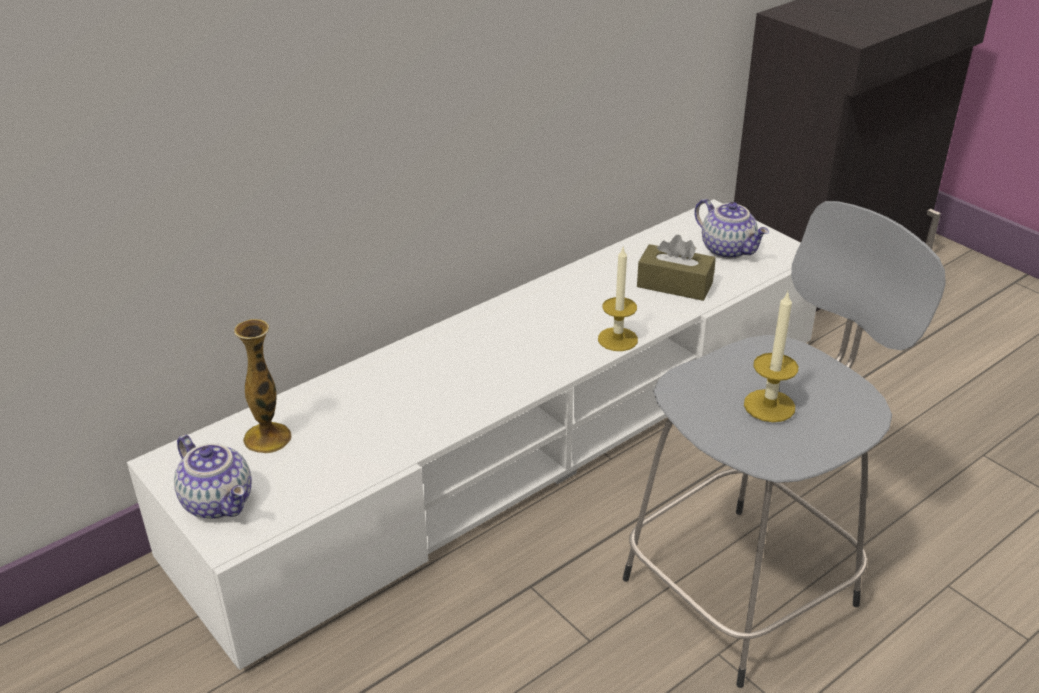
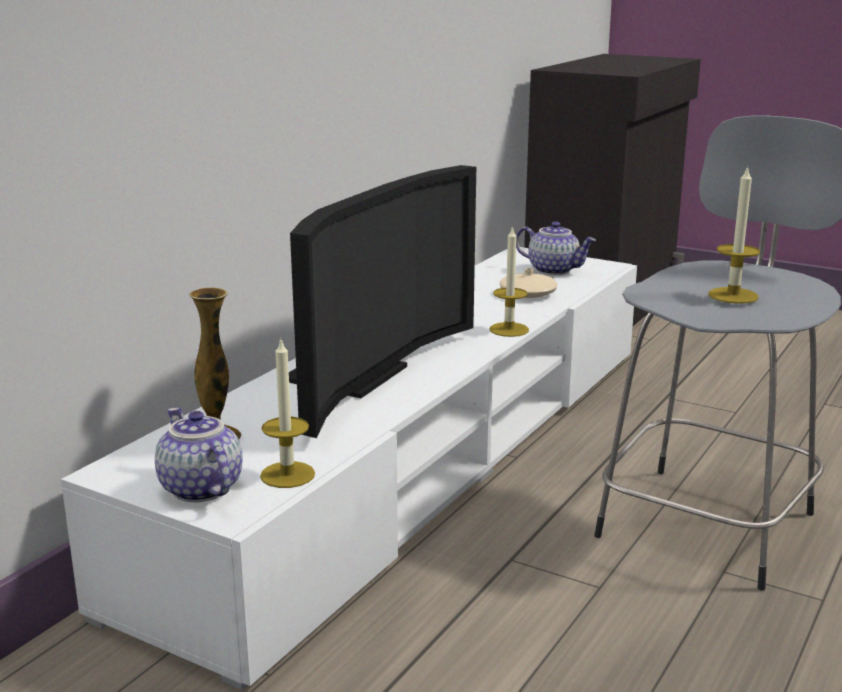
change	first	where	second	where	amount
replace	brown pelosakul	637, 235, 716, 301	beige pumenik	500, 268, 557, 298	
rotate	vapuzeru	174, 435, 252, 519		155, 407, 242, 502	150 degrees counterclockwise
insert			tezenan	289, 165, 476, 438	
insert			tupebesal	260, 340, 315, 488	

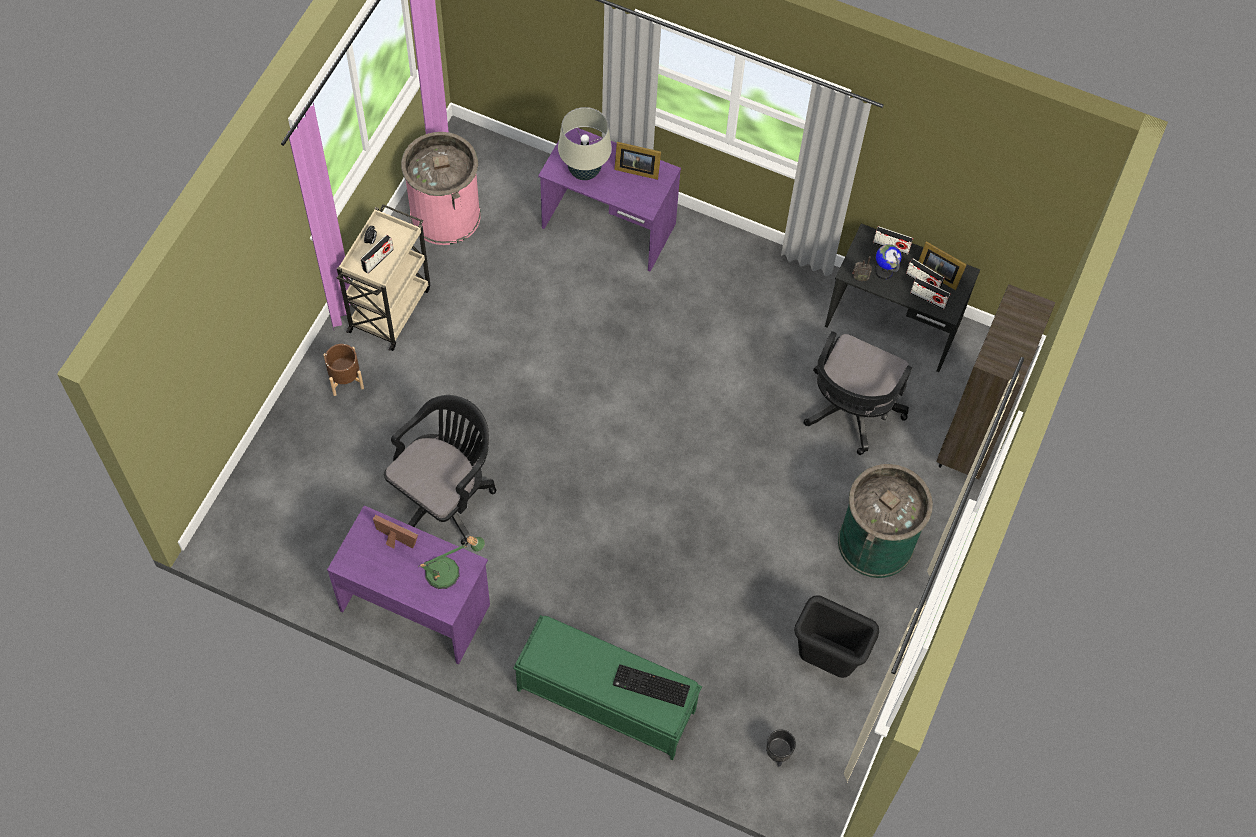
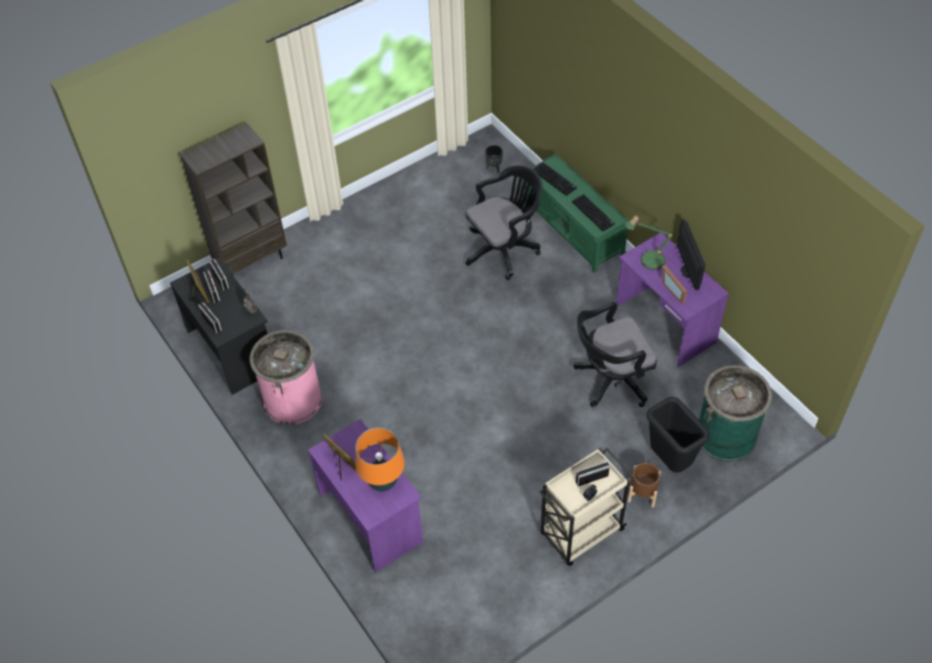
change	first	where	second	where	amount
recolor	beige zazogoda	558, 107, 612, 180	orange zazogoda	355, 428, 405, 492	
move	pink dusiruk	401, 132, 481, 245		250, 330, 322, 425	
delete	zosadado	875, 244, 901, 279			
move	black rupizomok	804, 331, 912, 455		466, 164, 542, 280	
move	green dusiruk	838, 464, 933, 578		699, 365, 772, 462	
move	black dusiruk	794, 595, 879, 678		646, 397, 710, 473	
insert			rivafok	572, 194, 615, 231	
insert			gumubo	677, 219, 705, 290	

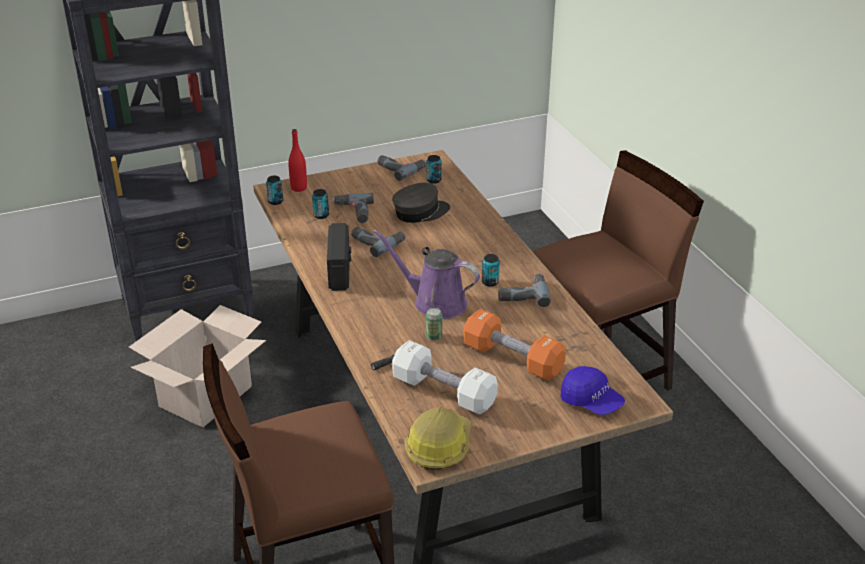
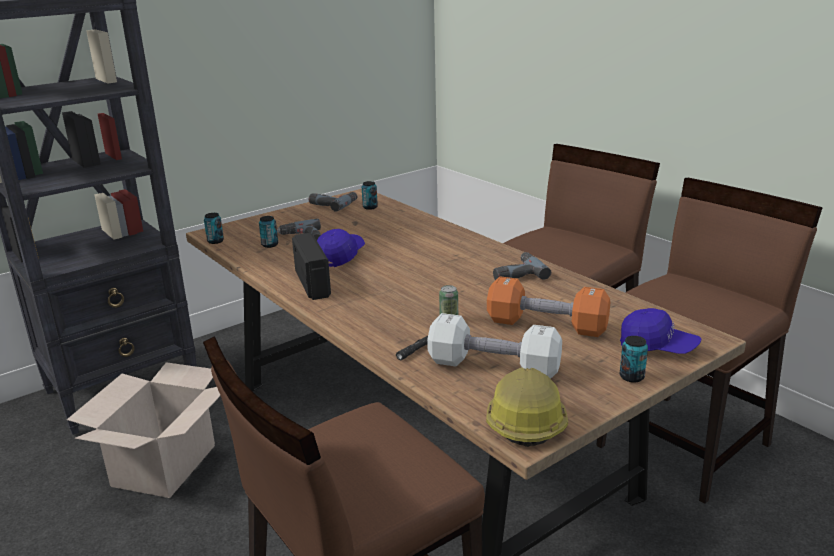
change	first	where	second	where	amount
delete	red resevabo	288, 129, 307, 192			
delete	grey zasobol	392, 183, 450, 223			
replace	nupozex	351, 227, 406, 257	blue zasobol	317, 229, 365, 267	
delete	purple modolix	373, 229, 480, 319			
move	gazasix	482, 254, 500, 287		620, 336, 648, 383	
insert			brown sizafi	596, 178, 823, 504	

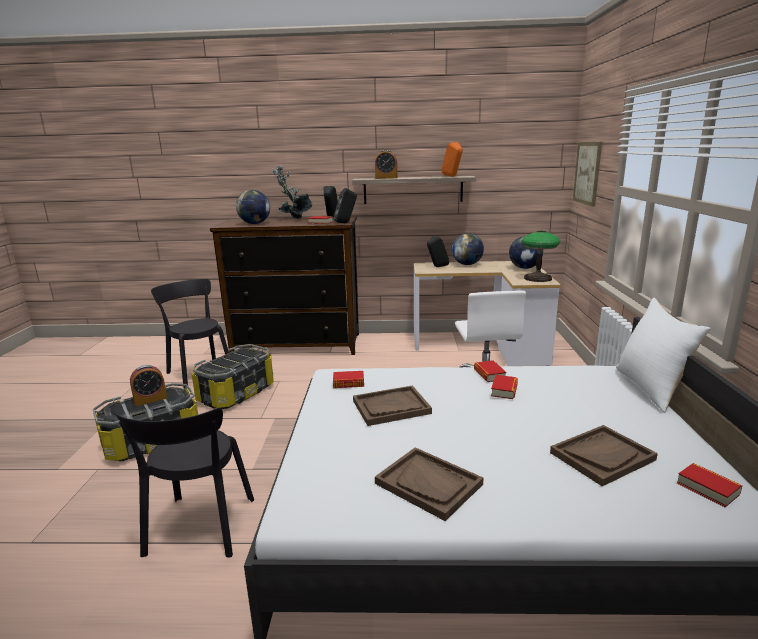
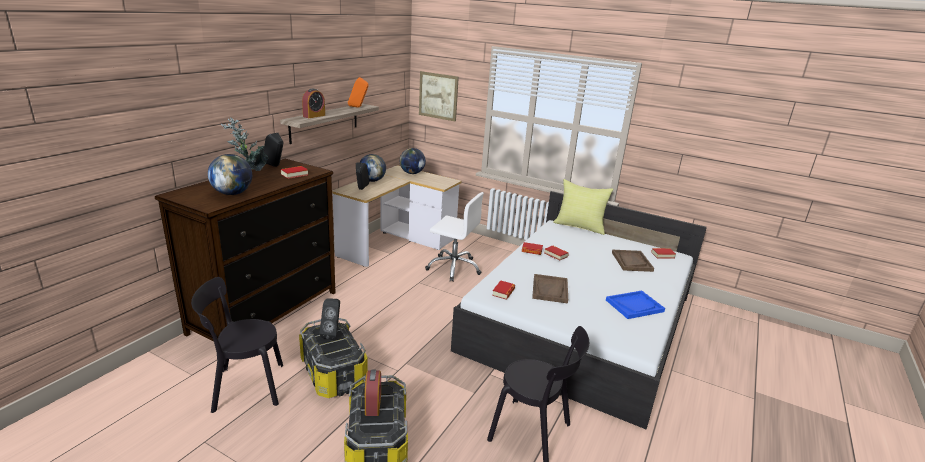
change	first	where	second	where	amount
move	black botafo	334, 188, 357, 223		319, 298, 340, 340	
delete	zazogoda	522, 231, 560, 282			
recolor	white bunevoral	616, 298, 711, 413	yellow bunevoral	553, 179, 614, 235	
recolor	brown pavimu	375, 447, 483, 521	blue pavimu	606, 291, 665, 319	

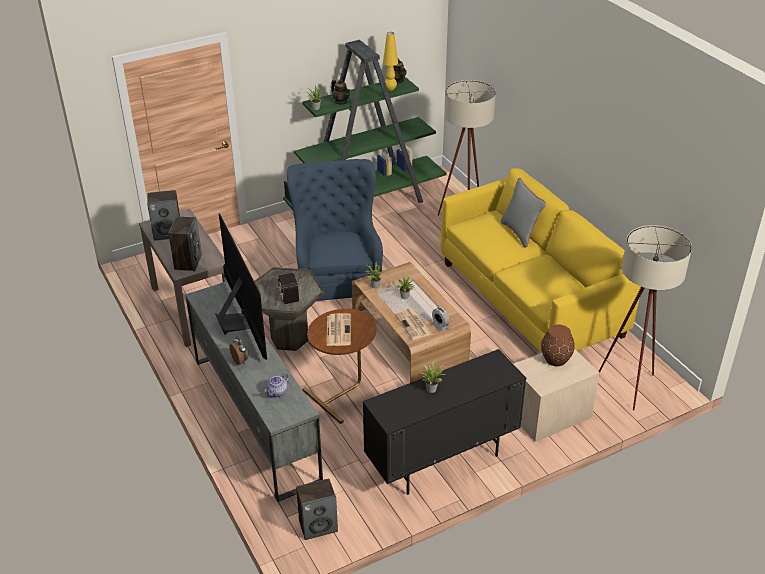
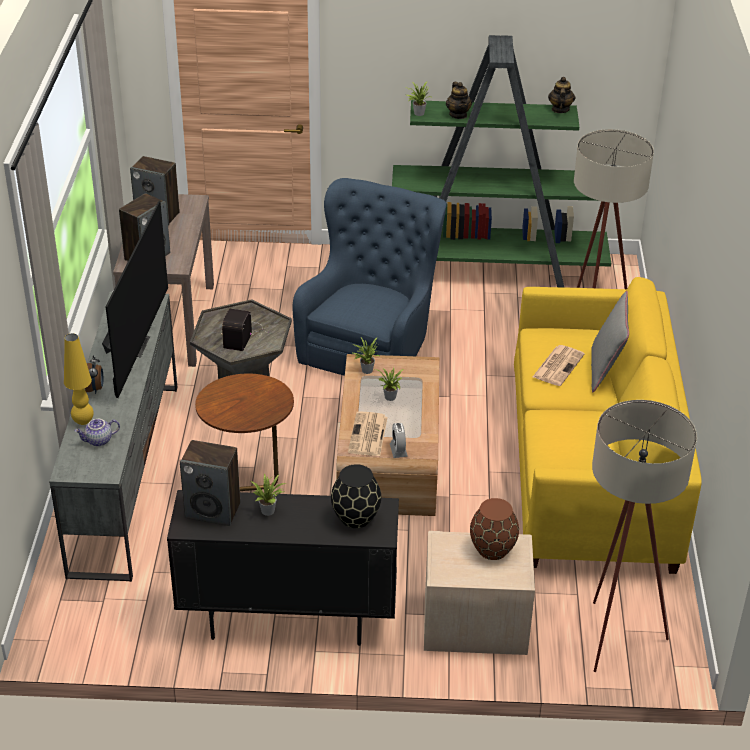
change	first	where	second	where	amount
move	yellow zazogoda	383, 32, 398, 91		64, 333, 94, 425	
move	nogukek	326, 313, 351, 346		533, 345, 585, 386	
move	botafo	296, 478, 338, 540		180, 440, 240, 526	
insert			black pumenik	331, 464, 381, 528	

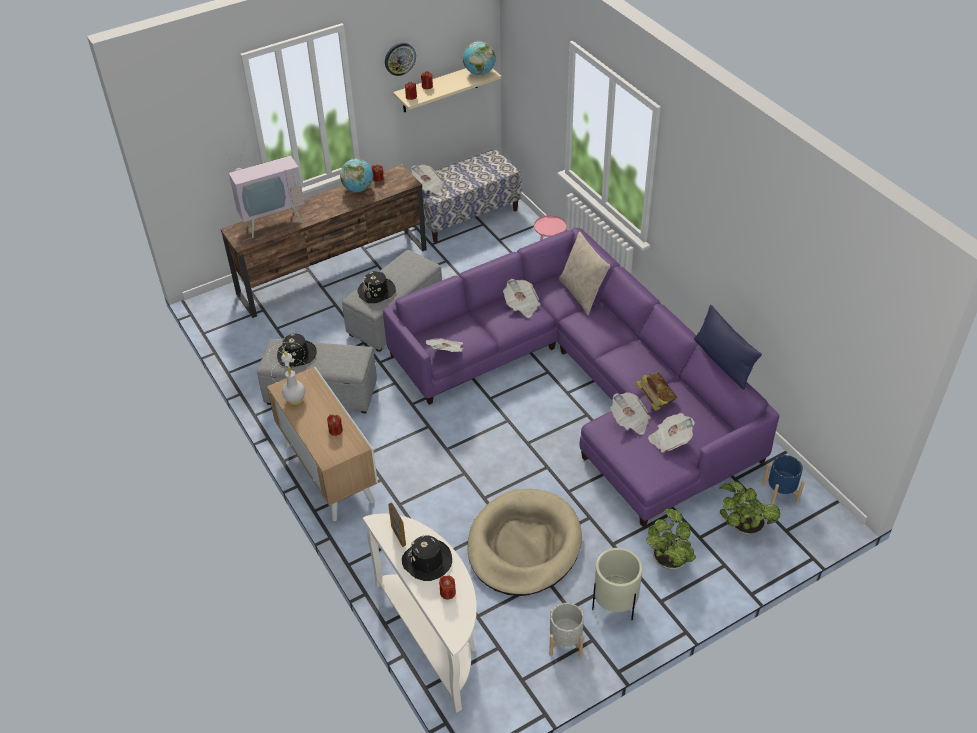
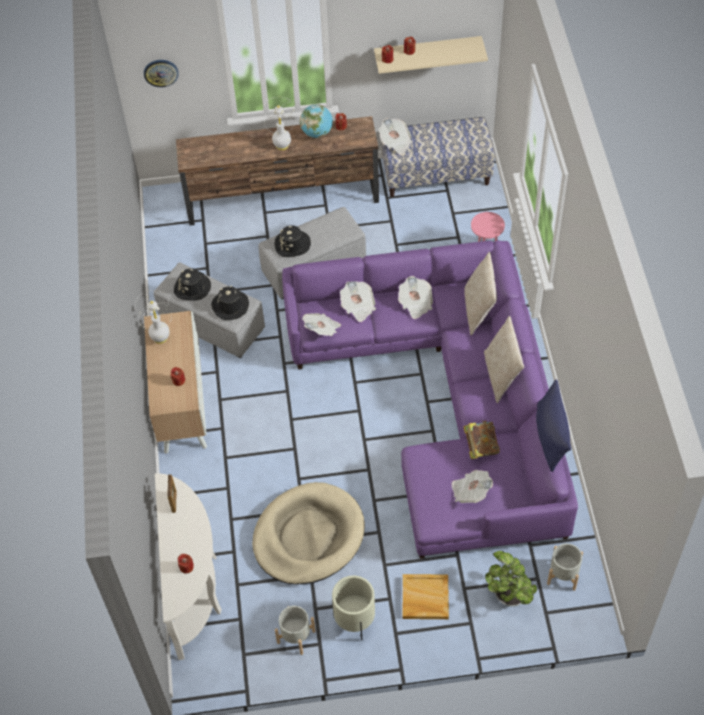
change	first	where	second	where	amount
delete	zosadado	463, 41, 496, 75			
move	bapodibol	385, 43, 416, 76		144, 60, 179, 87	
delete	tezenan	221, 140, 304, 238			
move	nogukek	611, 392, 650, 435		340, 281, 376, 322	
recolor	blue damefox	762, 455, 805, 504	grey damefox	547, 543, 583, 591	
replace	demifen	646, 508, 696, 570	beige pavimu	403, 574, 449, 619	
move	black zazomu	402, 534, 452, 581		211, 286, 249, 320	
insert			white zazogoda	263, 97, 295, 150	
insert			beige bunevoral	484, 316, 524, 403	

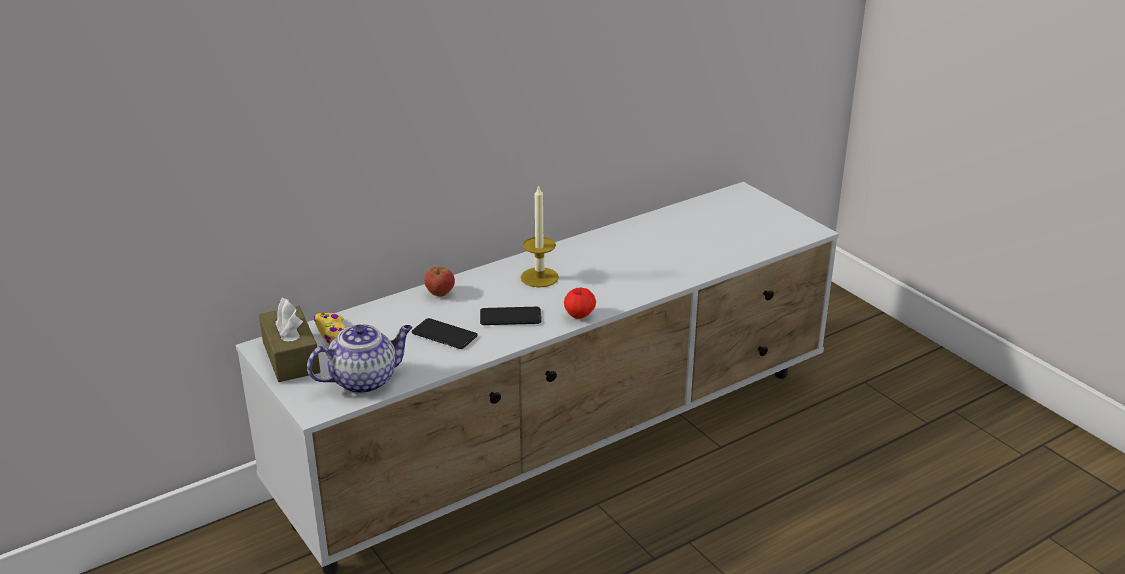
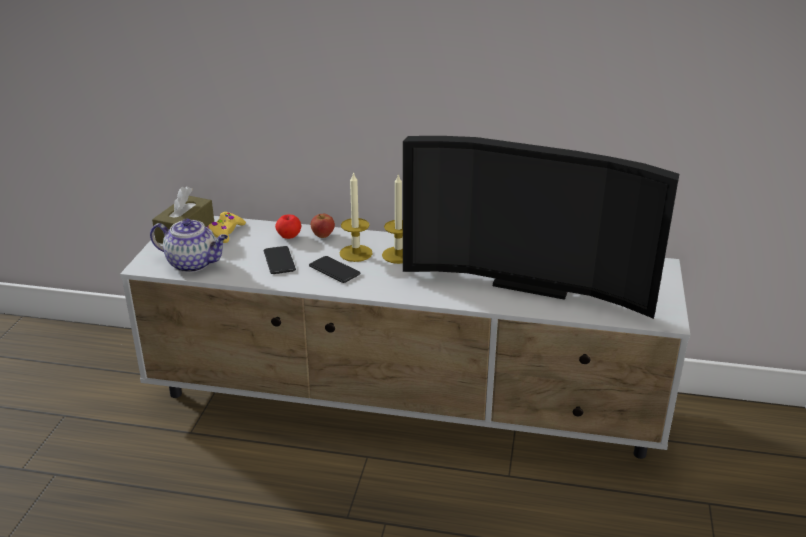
change	first	where	second	where	amount
move	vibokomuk	564, 288, 596, 319		275, 215, 301, 239	
insert			tezenan	403, 136, 679, 319	
insert			tupebesal	340, 172, 373, 262	

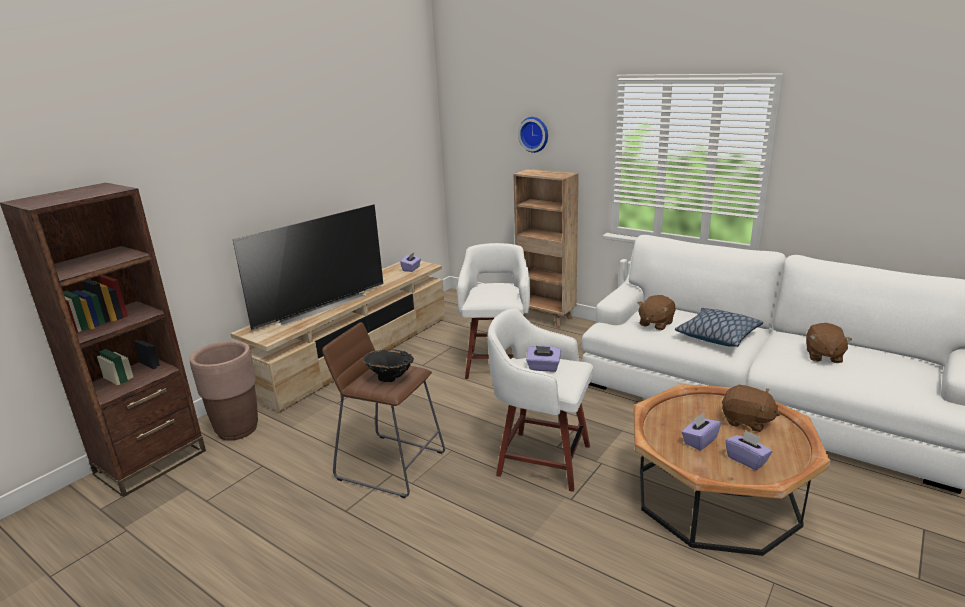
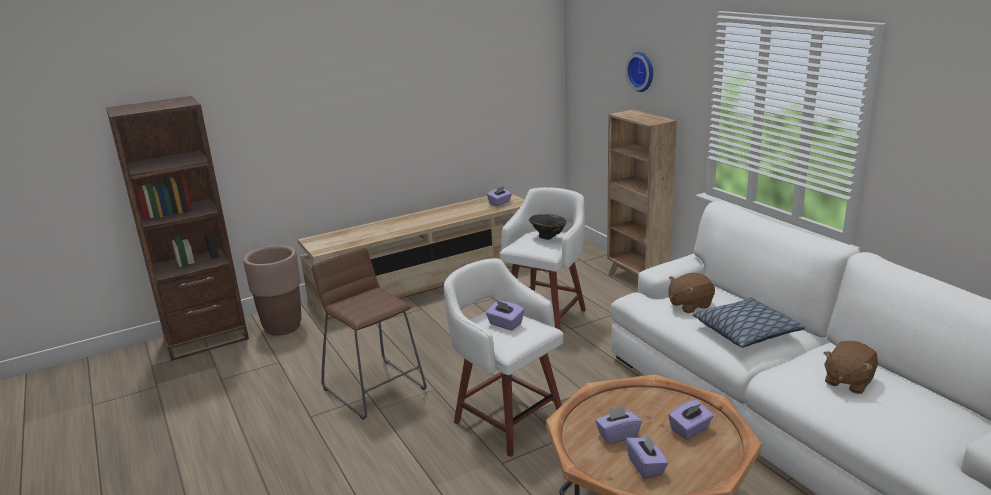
change	first	where	second	where	amount
delete	tezenan	233, 205, 383, 330			
move	black pumenik	363, 349, 414, 382		529, 214, 567, 240	
replace	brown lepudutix	722, 385, 780, 432	purple pelosakul	668, 400, 714, 439	

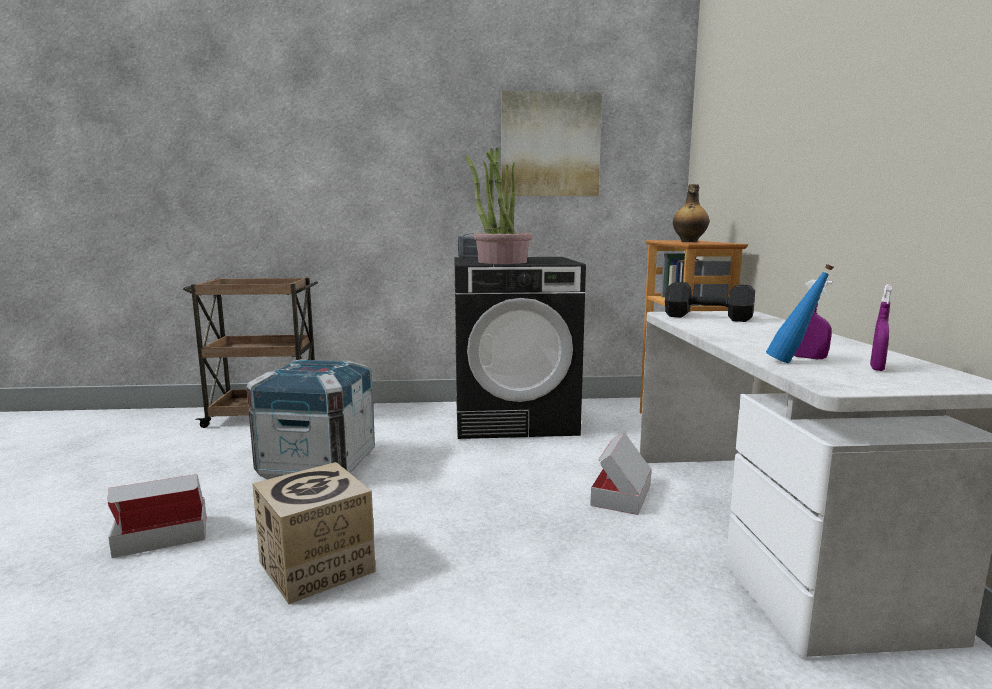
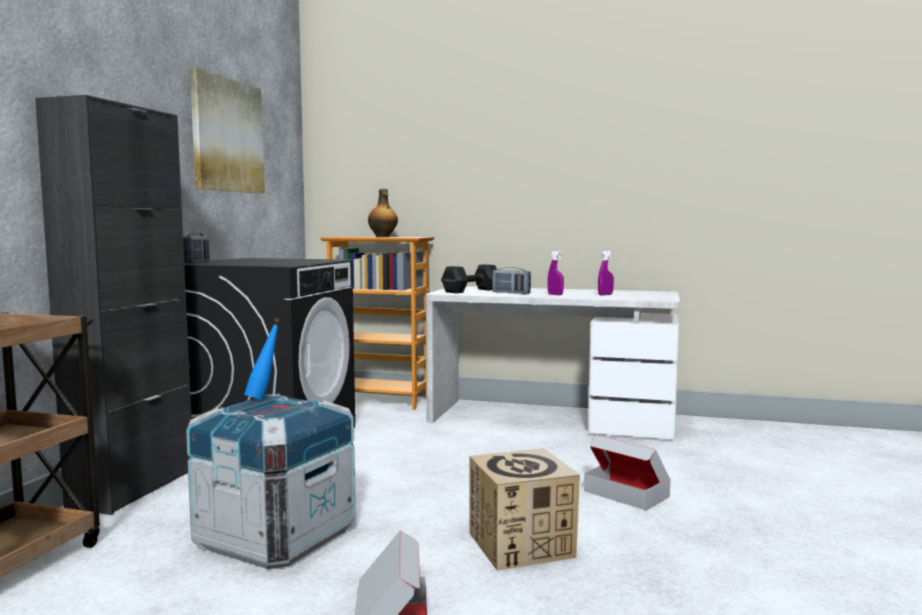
change	first	where	second	where	amount
delete	demifen	465, 147, 533, 264			
move	blue resevabo	766, 264, 834, 363		244, 318, 280, 400	
move	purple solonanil	870, 284, 892, 371		548, 251, 564, 295	
move	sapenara	590, 433, 651, 515		584, 435, 670, 510	
insert			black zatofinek	35, 95, 192, 515	
insert			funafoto	492, 267, 531, 294	

